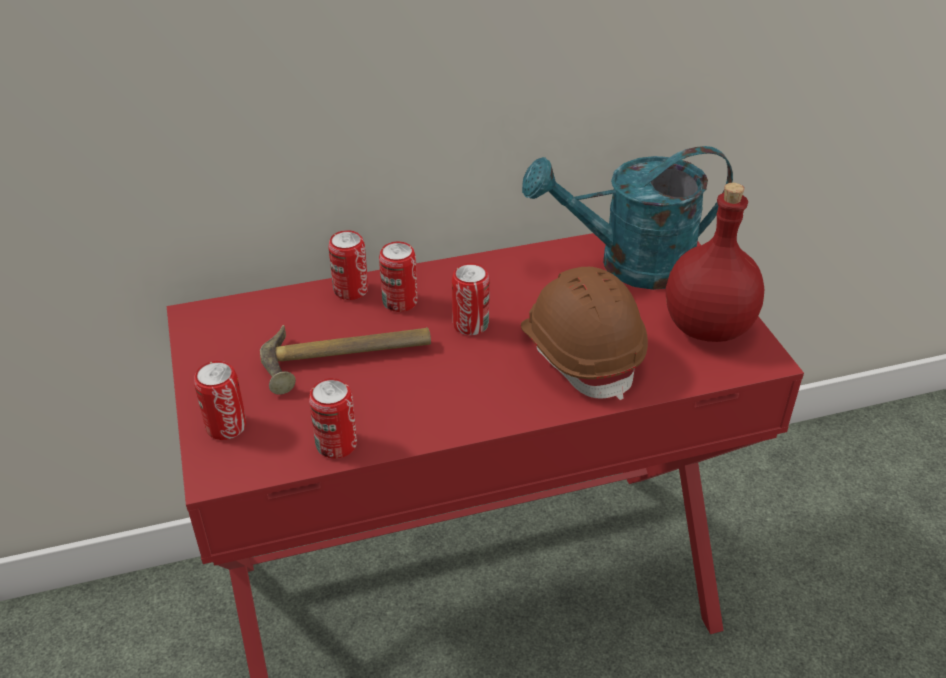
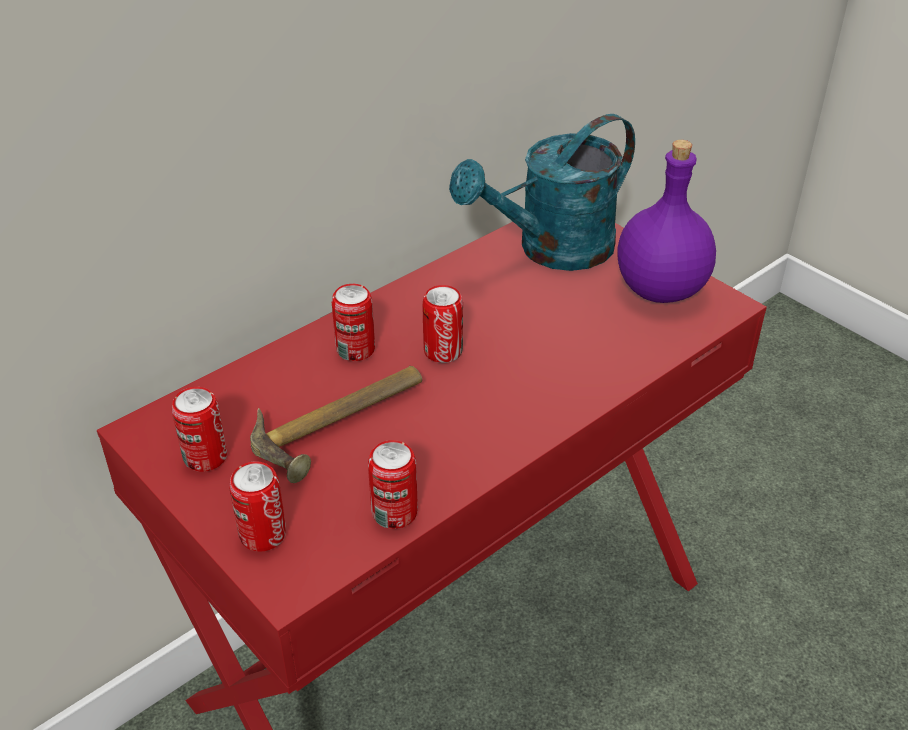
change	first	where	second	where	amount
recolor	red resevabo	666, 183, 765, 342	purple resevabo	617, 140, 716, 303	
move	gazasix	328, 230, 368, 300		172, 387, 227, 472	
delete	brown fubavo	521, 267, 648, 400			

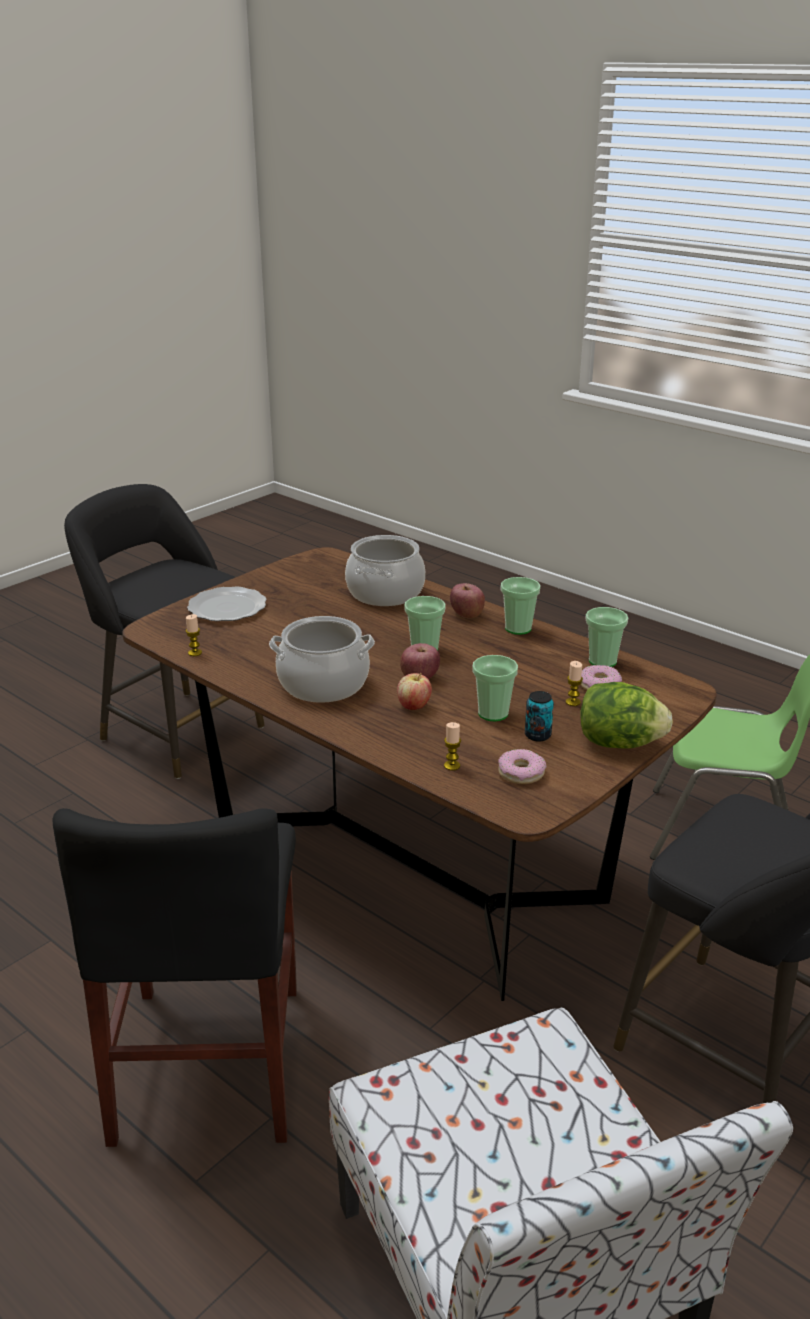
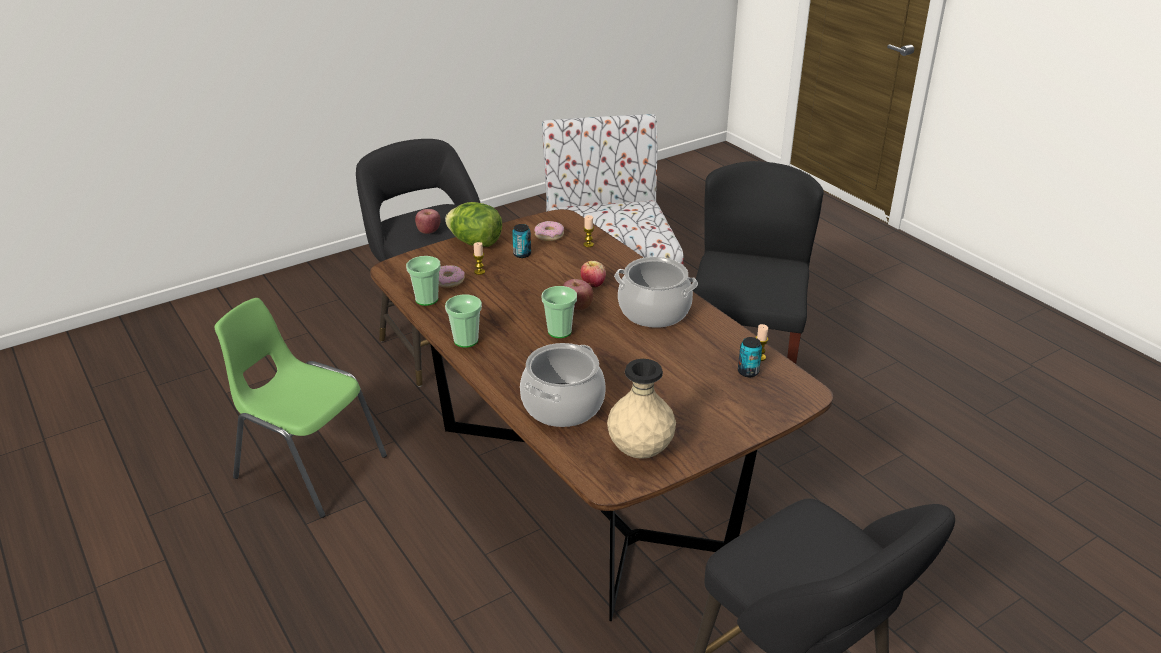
change	first	where	second	where	amount
move	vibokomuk	450, 583, 485, 619		415, 209, 441, 234	
delete	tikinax	187, 586, 266, 621			
delete	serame	472, 655, 518, 721			
insert			gazasix	738, 337, 762, 377	
insert			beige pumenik	607, 359, 676, 459	

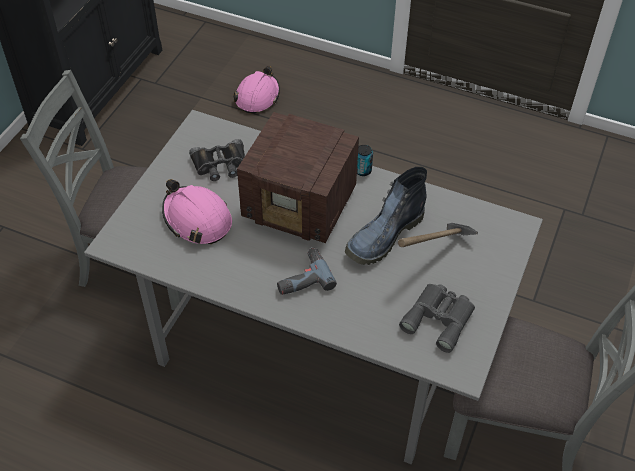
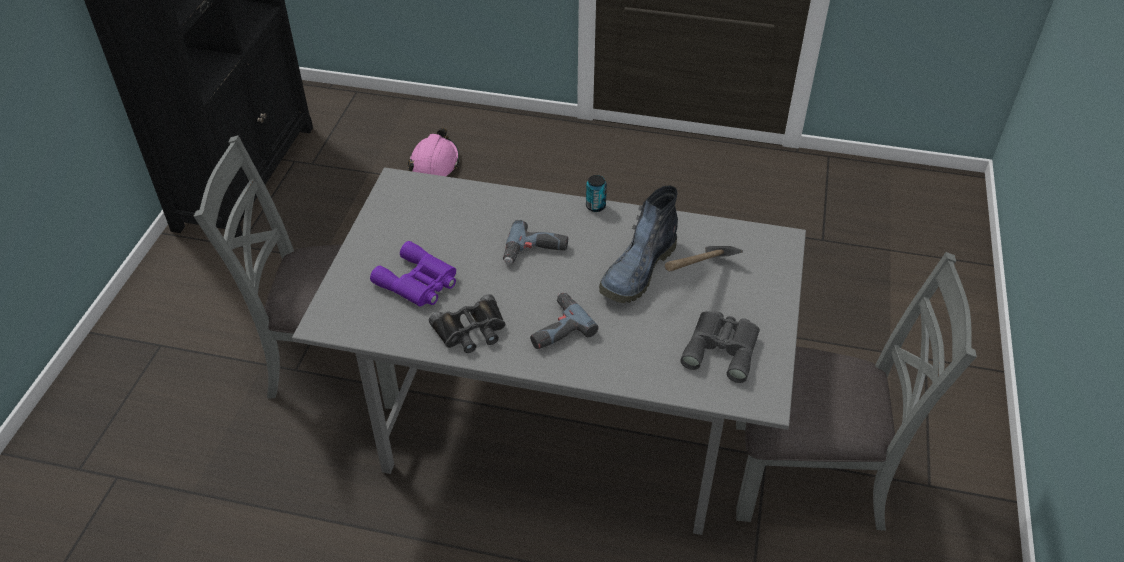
change	first	where	second	where	amount
replace	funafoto	237, 112, 359, 243	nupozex	503, 220, 568, 264	
move	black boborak	189, 139, 245, 181		429, 294, 505, 353	
replace	pink fubavo	162, 179, 232, 244	purple boborak	370, 241, 456, 307	

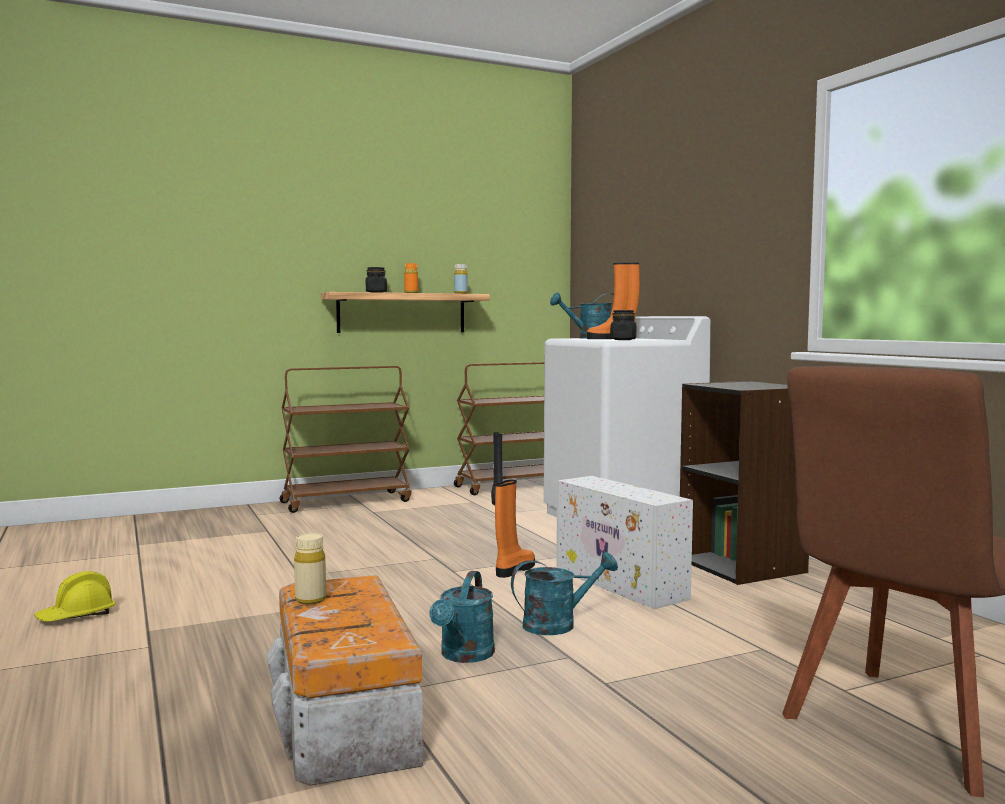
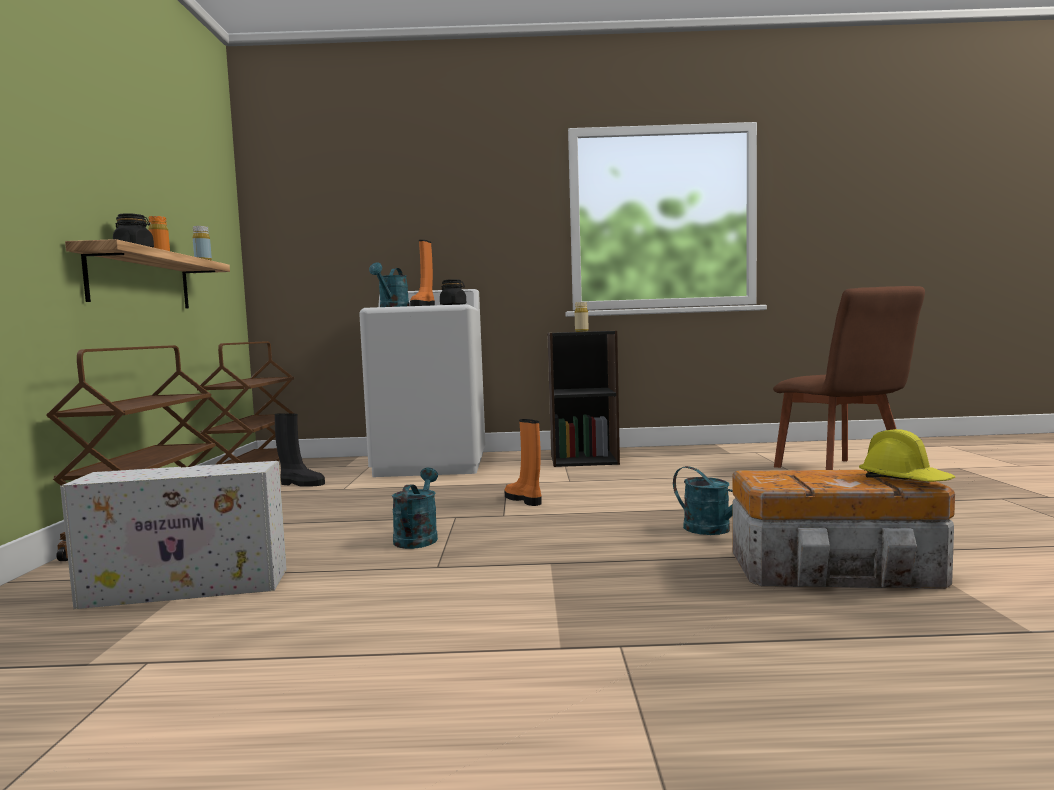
change	first	where	second	where	amount
move	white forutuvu	556, 476, 693, 609		60, 461, 287, 609	
move	beige resevabo	294, 533, 326, 605		575, 302, 589, 332	
move	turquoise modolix	511, 552, 618, 635		392, 467, 438, 549	
move	yellow fubavo	34, 571, 116, 622		859, 429, 955, 482	

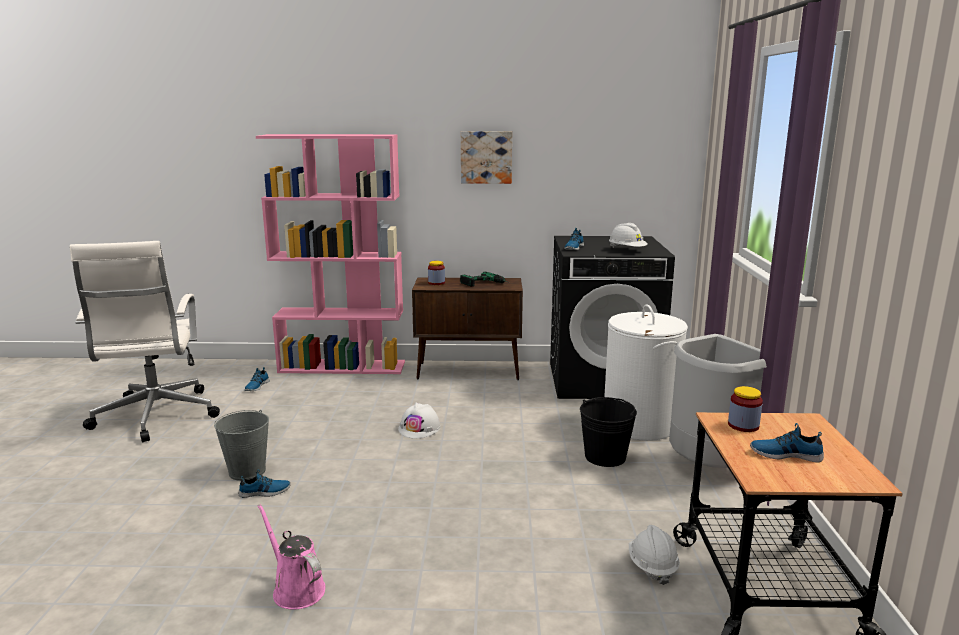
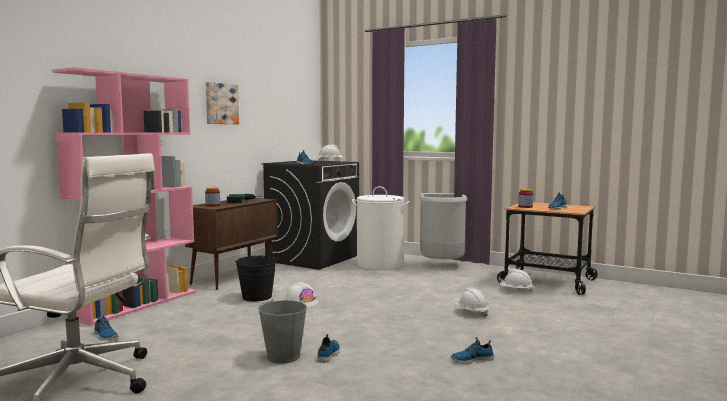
change	first	where	second	where	amount
move	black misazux	580, 397, 637, 467		235, 256, 276, 301	
replace	pink modolix	258, 504, 325, 610	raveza	451, 337, 494, 364	
insert			white fubavo	455, 288, 489, 318	

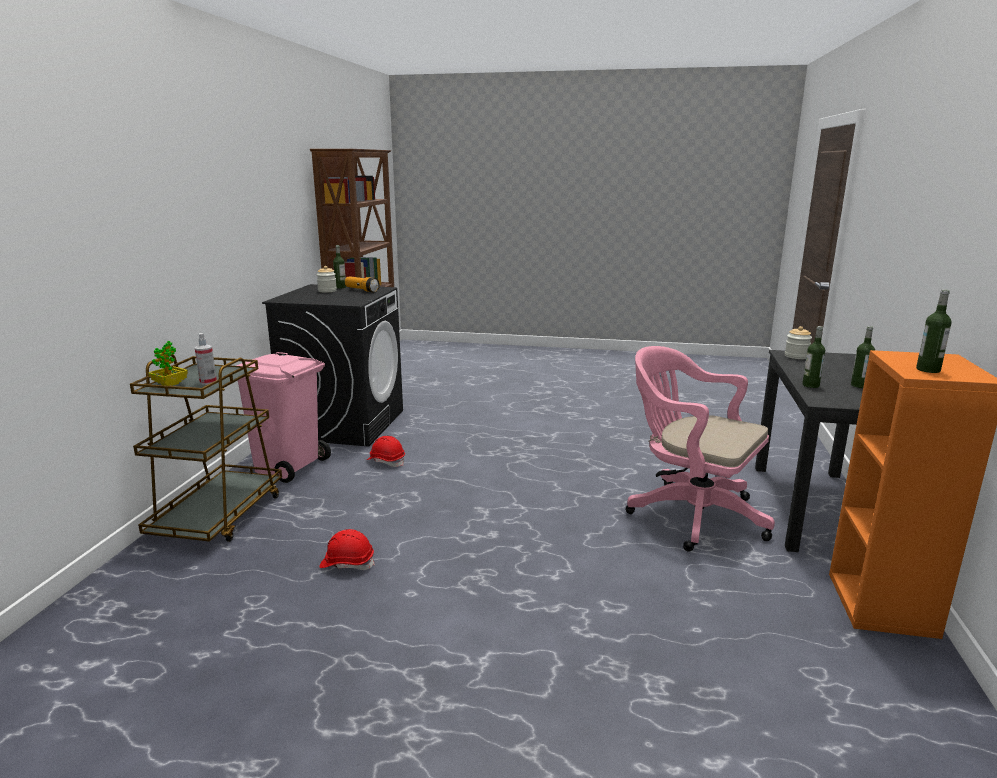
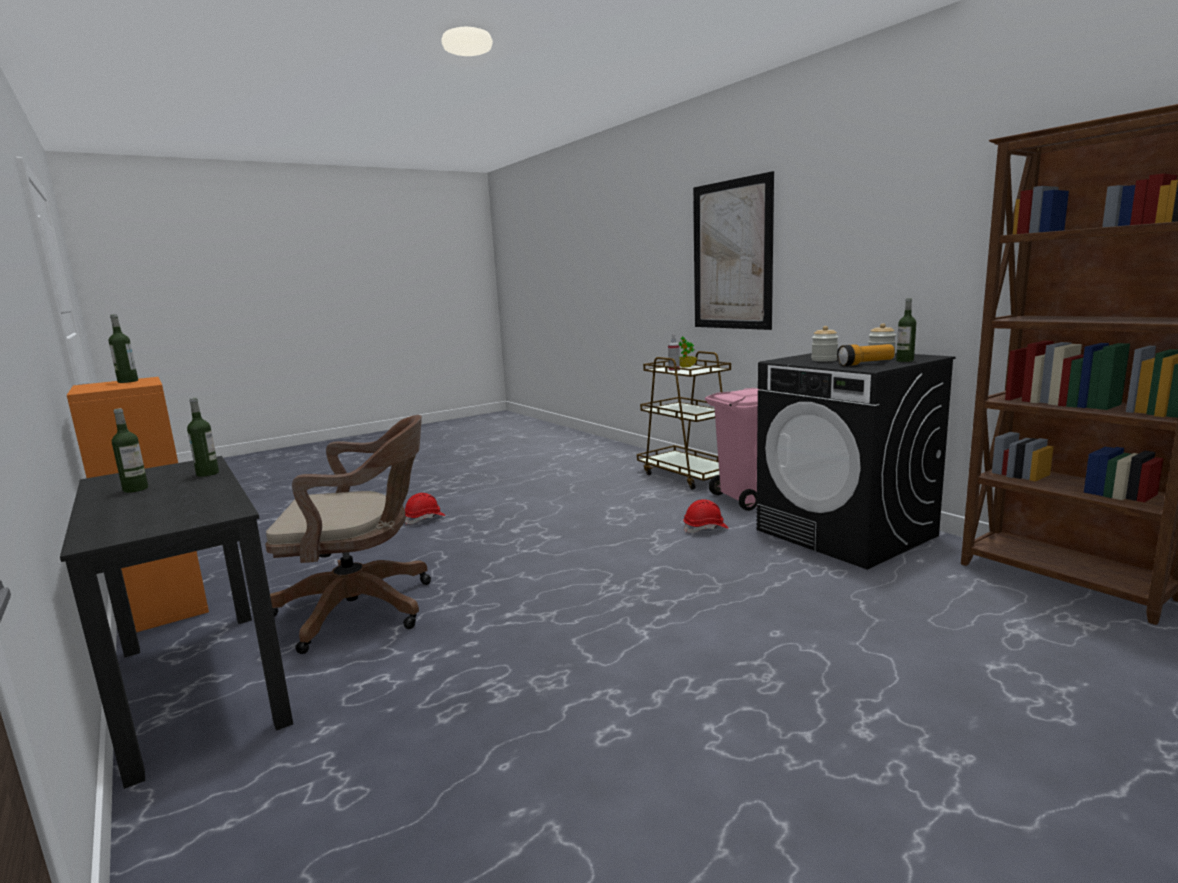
change	first	where	second	where	amount
move	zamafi	785, 326, 812, 359		811, 326, 839, 362	
recolor	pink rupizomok	626, 346, 775, 551	brown rupizomok	265, 415, 431, 654	
move	red fubavo	319, 529, 375, 570		405, 493, 446, 525	
insert			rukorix	693, 171, 774, 330	

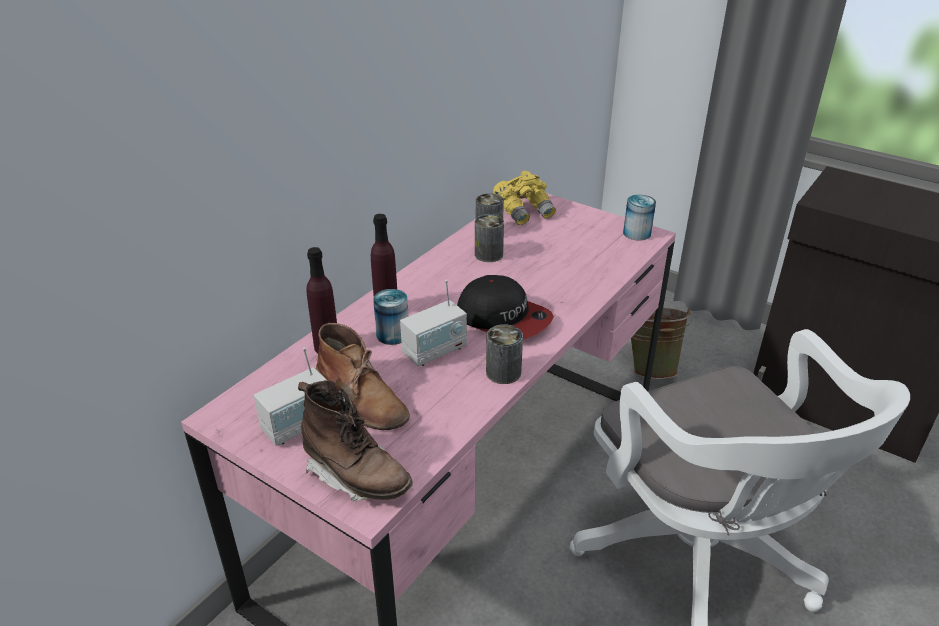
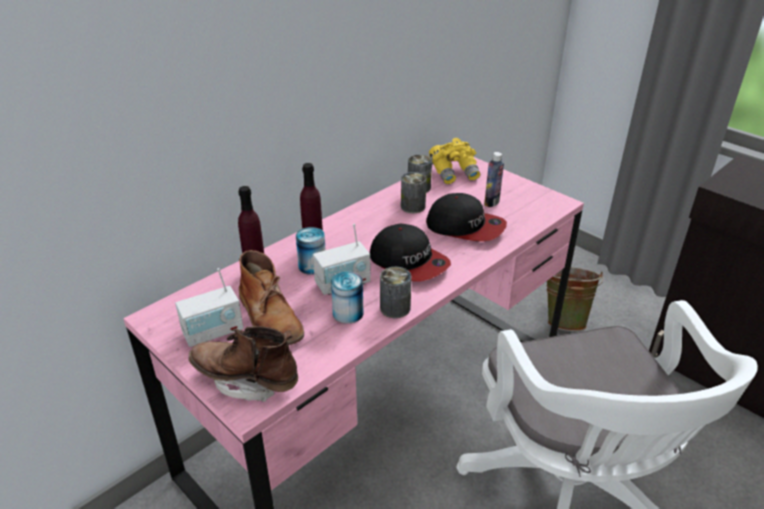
change	first	where	second	where	amount
move	gazasix	623, 194, 656, 241		331, 271, 363, 324	
rotate	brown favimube	298, 380, 413, 501		189, 326, 298, 402	150 degrees clockwise
insert			resevabo	484, 152, 504, 207	
insert			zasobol	426, 193, 507, 241	

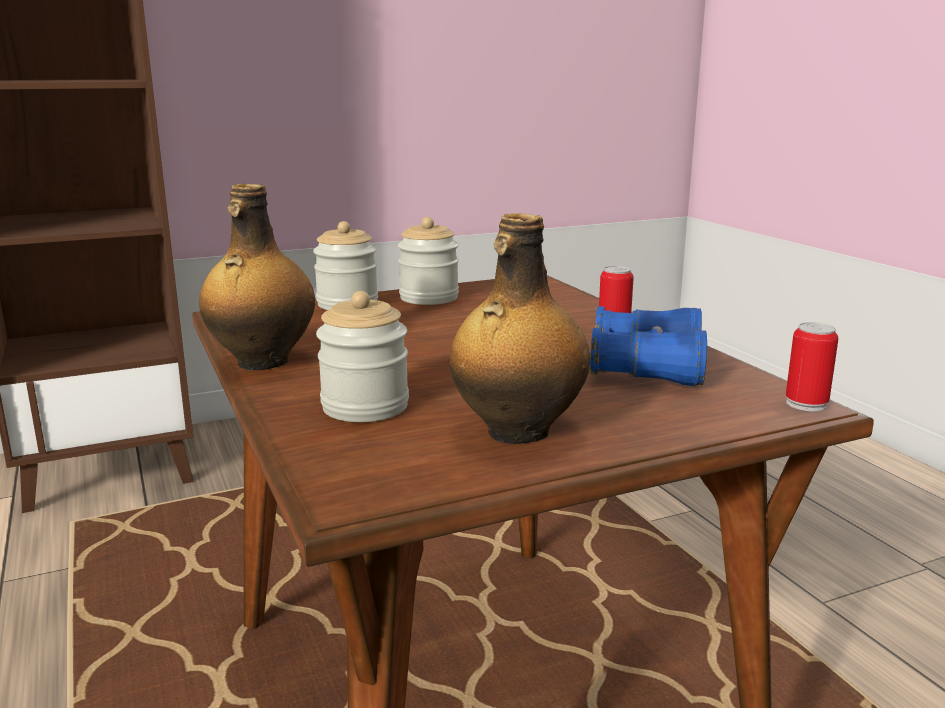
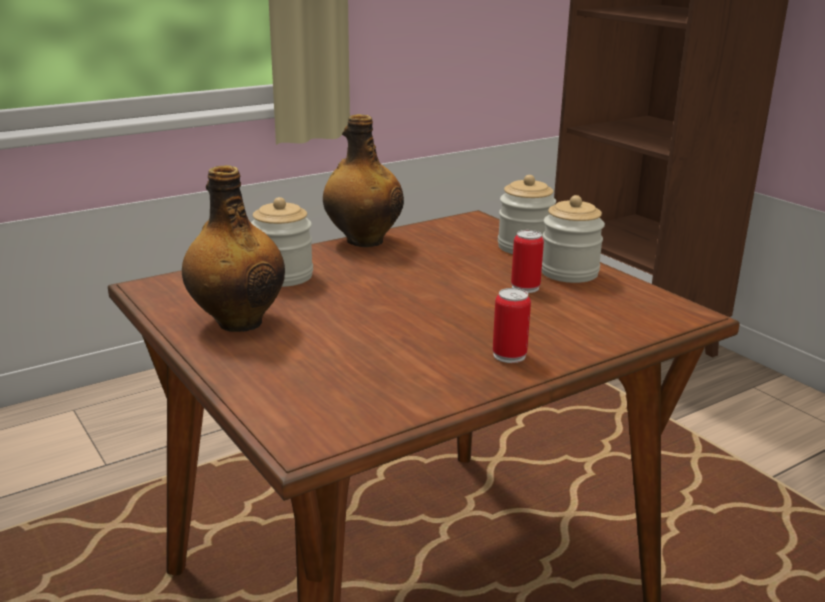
change	first	where	second	where	amount
delete	blue boborak	590, 306, 707, 386			
move	gazasix	786, 322, 838, 411		511, 230, 544, 293	

